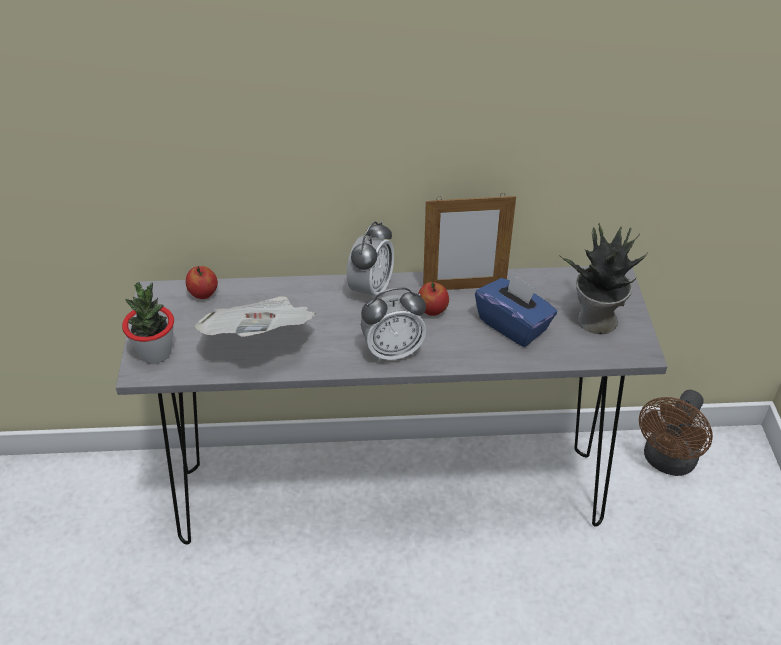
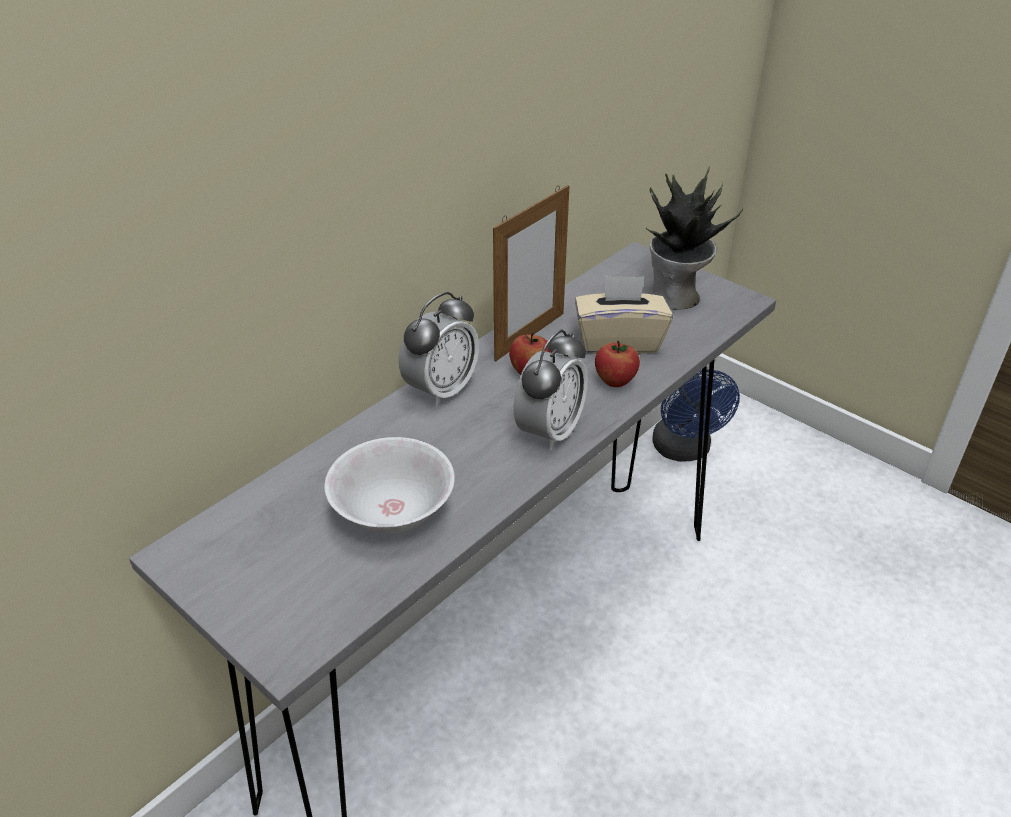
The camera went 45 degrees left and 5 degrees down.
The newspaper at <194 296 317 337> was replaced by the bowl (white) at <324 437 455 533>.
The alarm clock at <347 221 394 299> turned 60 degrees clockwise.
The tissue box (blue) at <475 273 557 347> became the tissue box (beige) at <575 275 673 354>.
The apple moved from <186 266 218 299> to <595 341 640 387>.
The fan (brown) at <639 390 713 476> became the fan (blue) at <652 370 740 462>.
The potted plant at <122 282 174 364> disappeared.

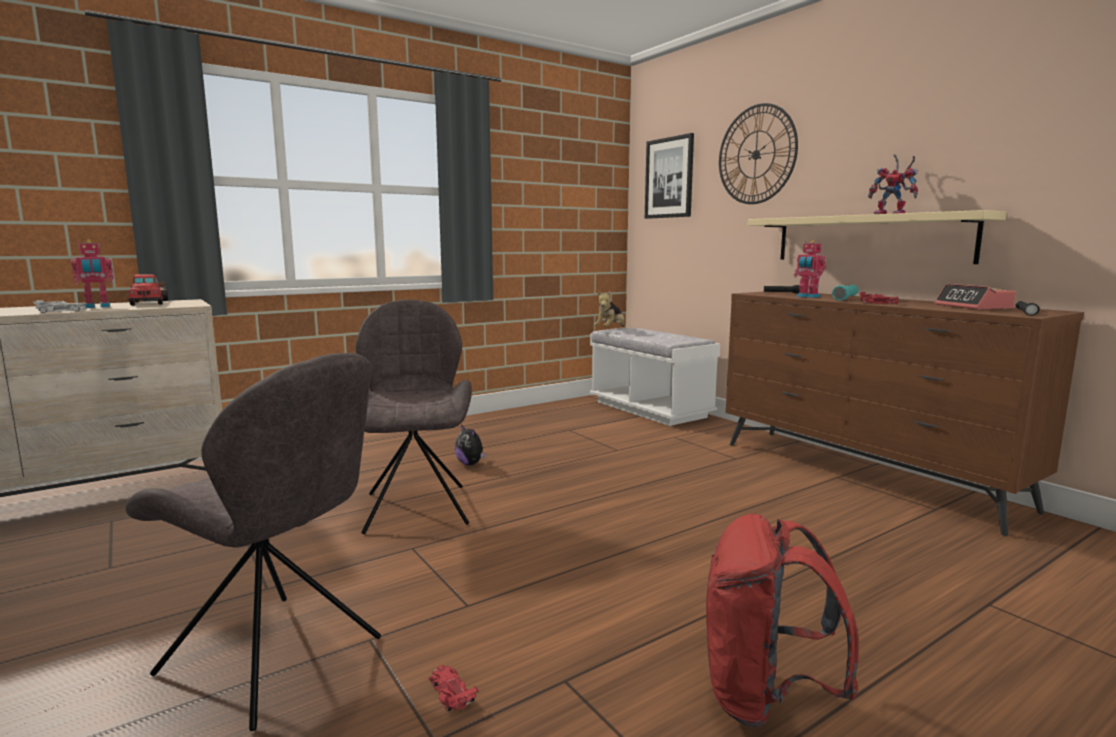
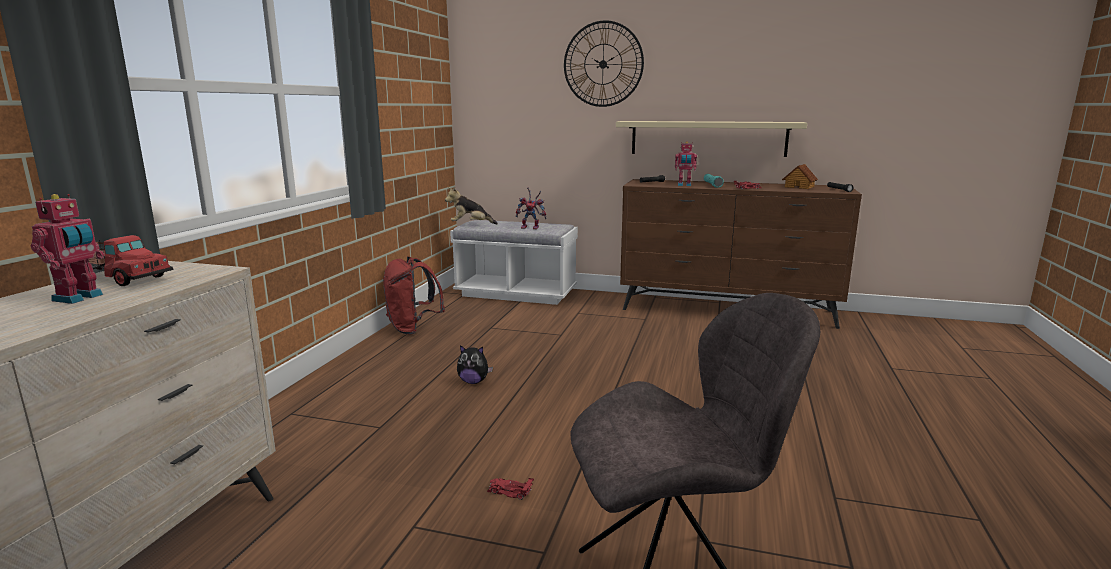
The camera went 40 degrees left and 5 degrees up.
The backpack (red) moved from <706 514 859 727> to <383 257 445 334>.
The plush toy at <594 291 624 327> turned 90 degrees clockwise.
The toy car (red) moved from <429 665 478 712> to <487 478 534 500>.
The toy robot moved from <868 154 919 214> to <516 187 546 229>.
The alarm clock at <935 284 1016 310> was replaced by the toy house at <782 164 818 189>.
The toy car (white) at <33 300 87 313> disappeared.
The chair (grey) at <356 300 472 534> disappeared.
The picture at <645 133 694 219> disappeared.

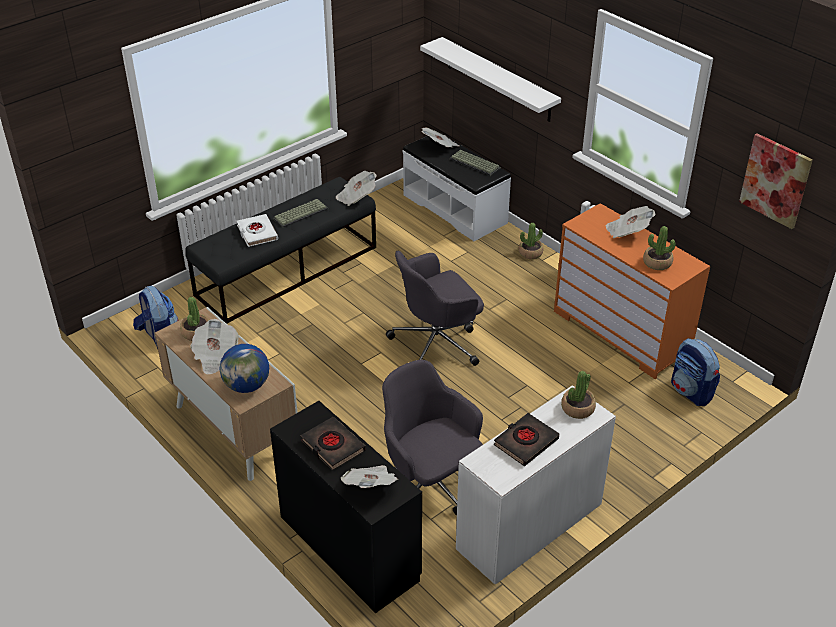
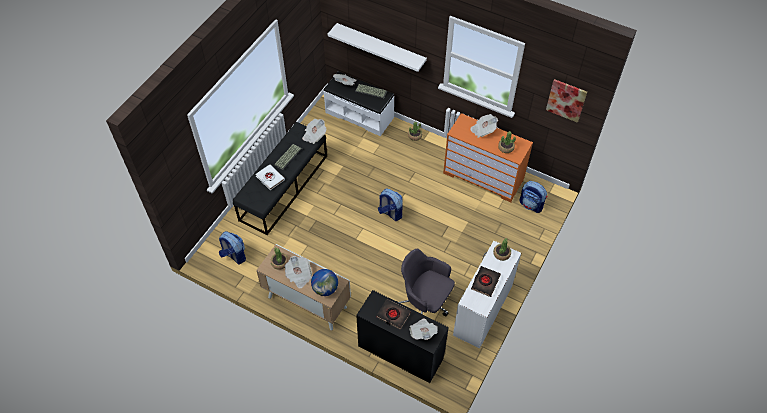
The camera went 20 degrees left and 15 degrees up.
The office chair (grey) at <386 251 484 366> was replaced by the backpack at <378 188 403 221>.

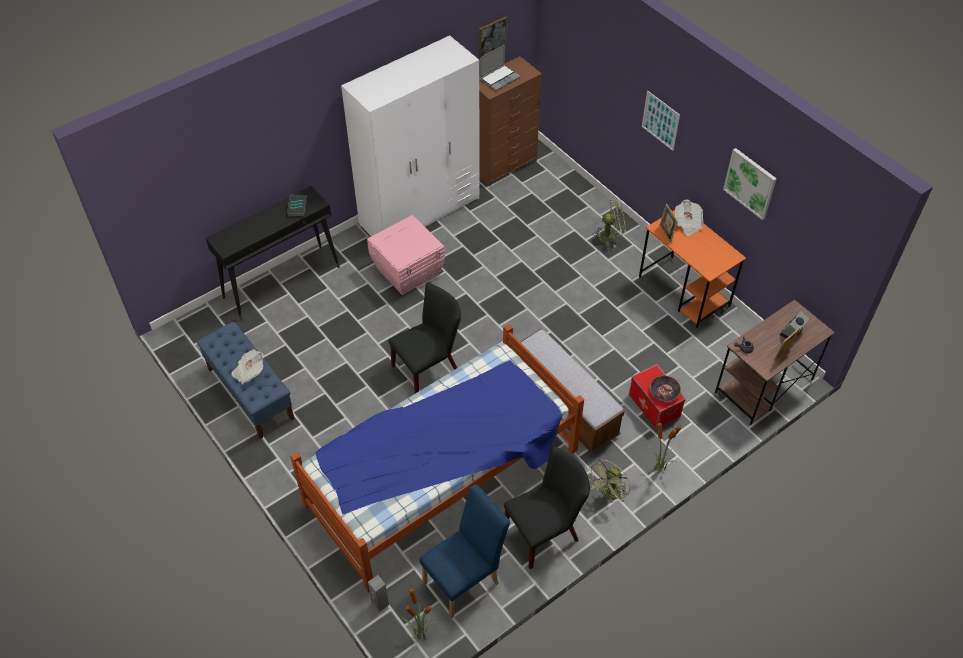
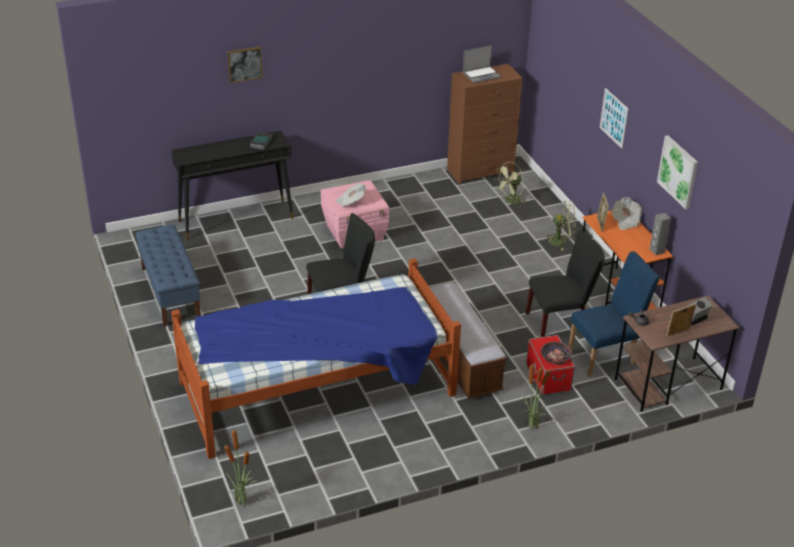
The camera went 15 degrees right and 15 degrees down.
The picture moved from <479 16 507 58> to <227 47 263 83>.
The newspaper moved from <231 349 264 385> to <336 183 367 207>.
The fan (green) moved from <589 459 630 503> to <495 162 526 207>.
The chair (black) moved from <504 446 590 569> to <526 230 605 337>.
The chair (blue) moved from <419 484 510 618> to <569 251 660 377>.
The speaker (grey) moved from <368 575 389 612> to <650 213 671 255>.
The wardrobe (white) at <341 35 480 236> disappeared.

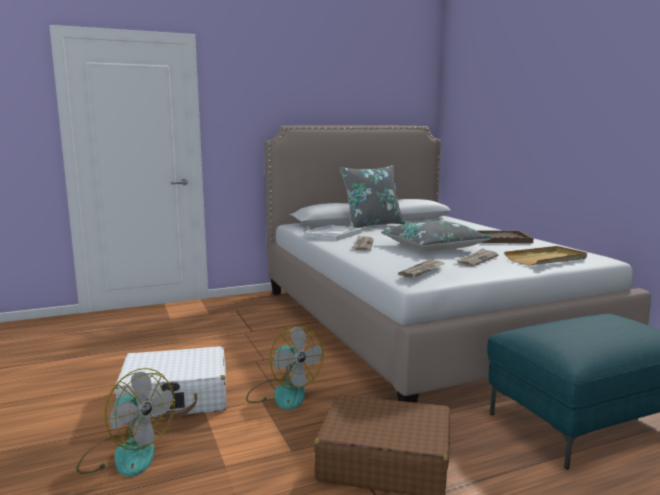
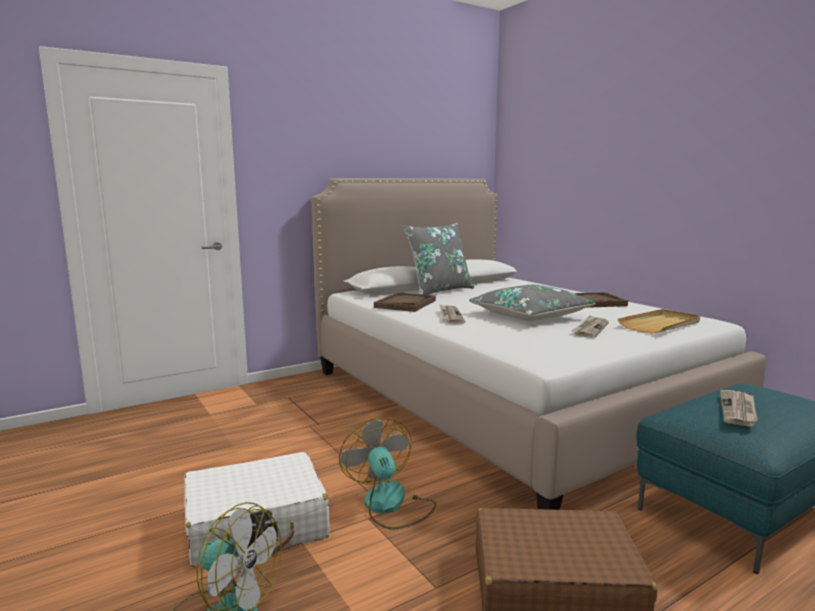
The camera went 10 degrees left and 0 degrees up.
The fan at <246 324 324 410> turned 150 degrees counterclockwise.
The tray (white) at <304 225 362 241> became the tray (brown) at <374 292 436 312>.
The newspaper moved from <398 260 445 278> to <720 390 758 427>.

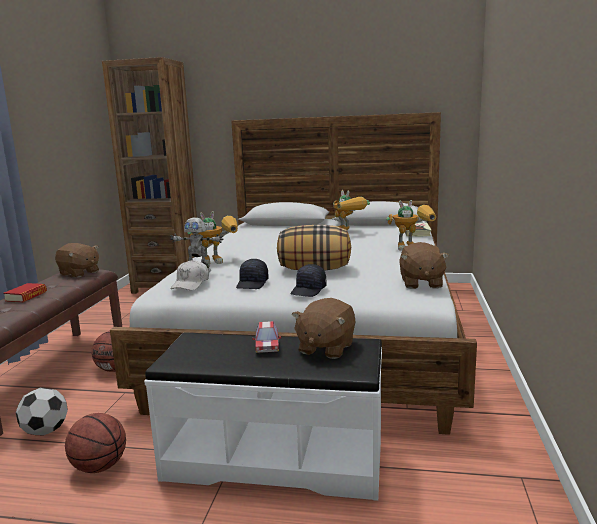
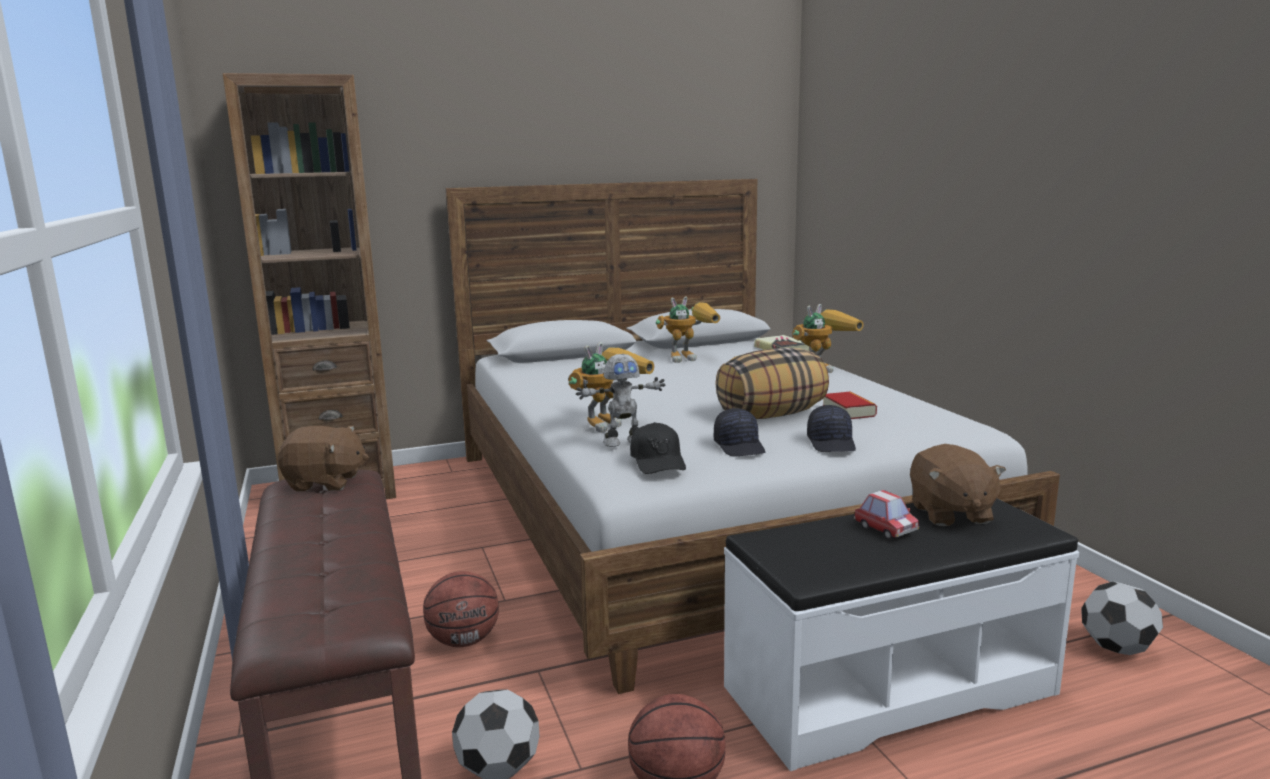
The camera went 30 degrees left and 0 degrees up.
The cap (white) at <170 260 209 290> became the cap (black) at <630 422 686 474>.
The toy robot at <333 190 370 230> turned 45 degrees counterclockwise.
The book moved from <3 283 47 303> to <823 391 877 419>.
The football at <1081 581 1163 655> appeared.
The plush toy (brown) at <400 242 449 289> disappeared.

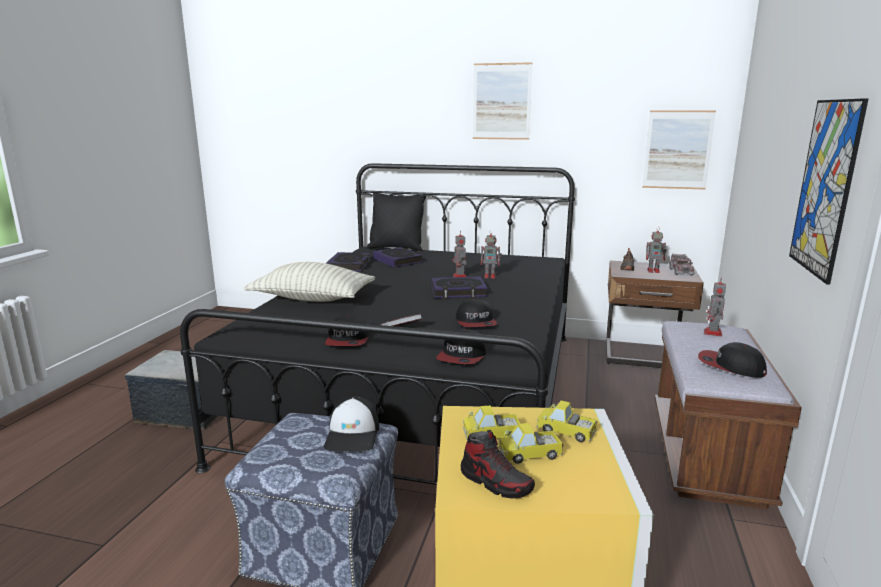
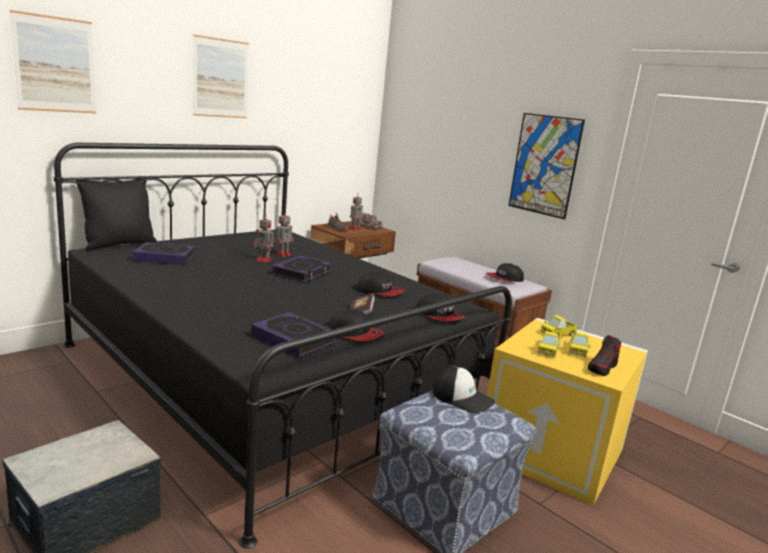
The camera went 60 degrees left and 0 degrees up.
The picture moved from <642 110 716 189> to <10 10 96 113>.
The book moved from <326 252 371 271> to <251 312 336 358>.
The shoe at <461 430 535 498> turned 150 degrees clockwise.
The pillow at <244 262 375 302> disappeared.
The toy robot at <704 277 726 337> disappeared.

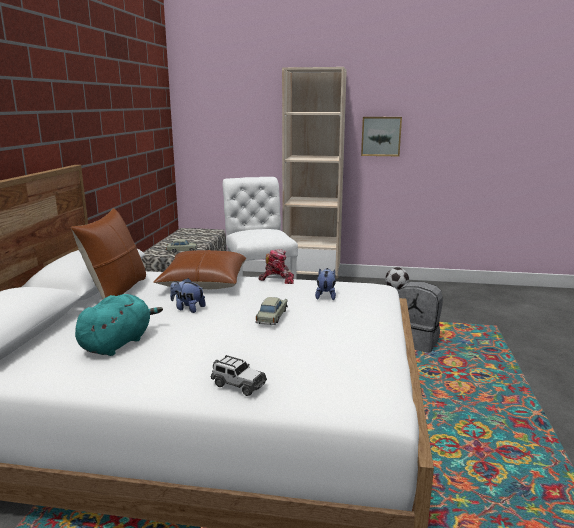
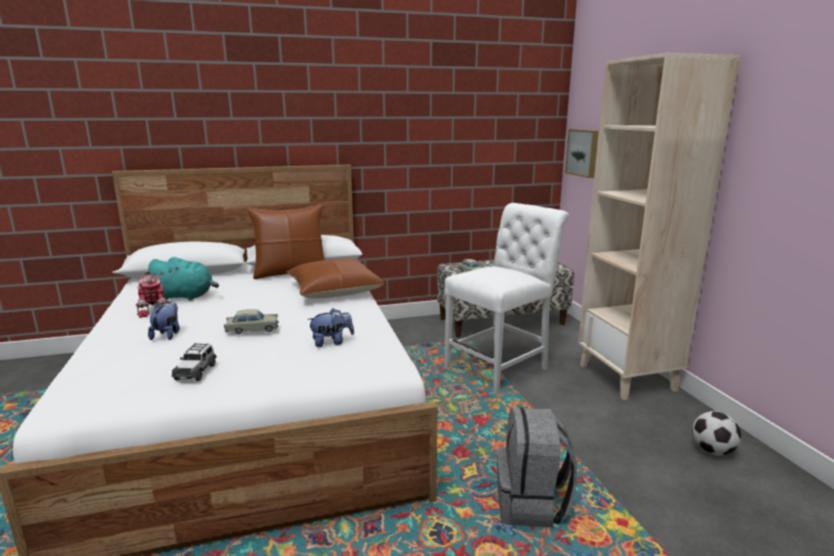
The camera went 65 degrees right and 0 degrees up.
The toy robot moved from <259 249 294 284> to <136 275 169 318>.
The plush toy moved from <170 278 206 313> to <148 301 180 340>.
The toy car moved from <211 355 267 396> to <172 343 216 381>.
The picture moved from <361 117 402 156> to <565 129 599 178>.

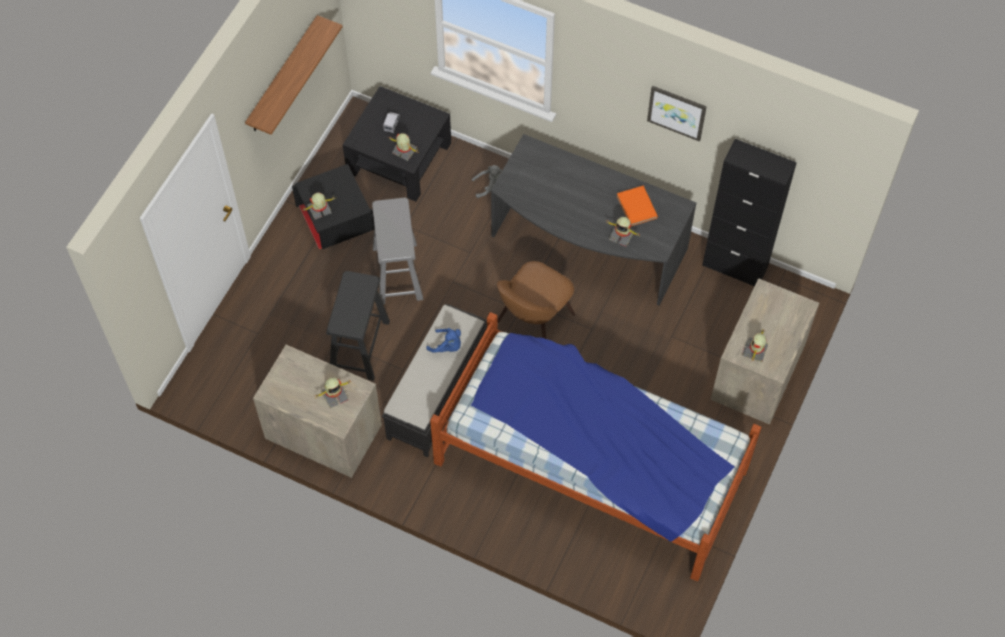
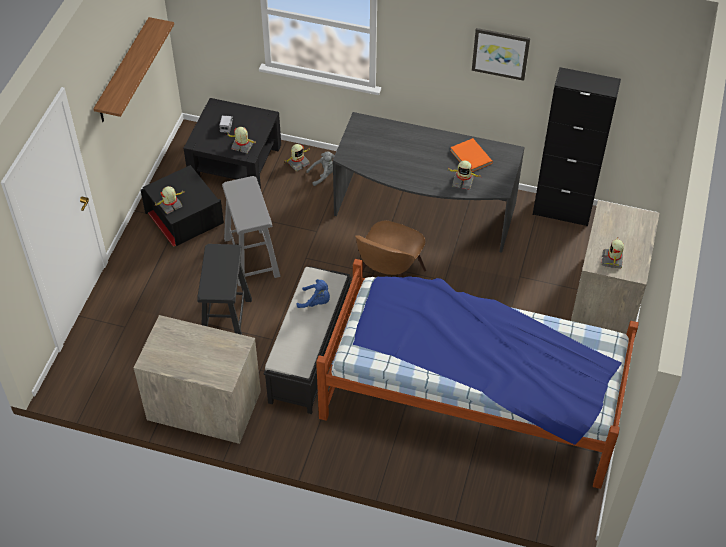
The camera went 10 degrees left and 10 degrees down.
The toy robot moved from <316 378 352 408> to <285 144 311 171>.

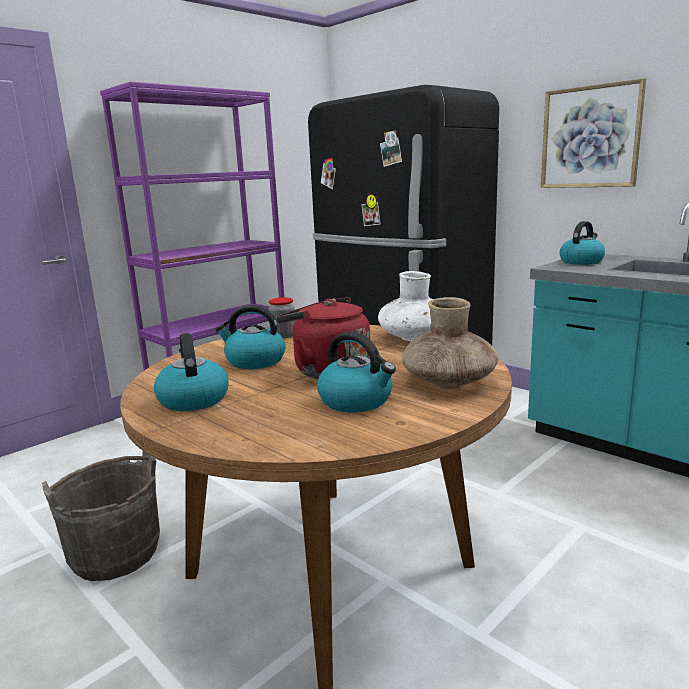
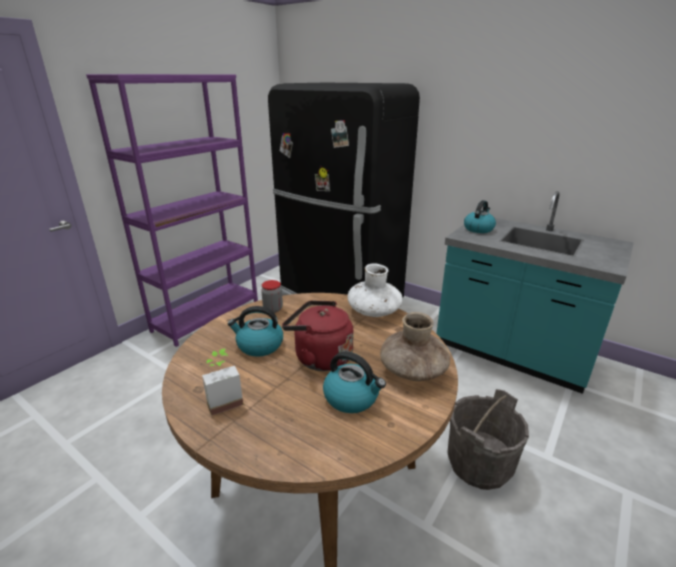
The camera went 10 degrees left and 10 degrees up.
The kettle at <154 333 229 411> was replaced by the potted plant at <202 349 243 416>.
The bucket (grey) moved from <42 451 160 581> to <447 389 529 490>.
The picture at <541 78 646 188> disappeared.

